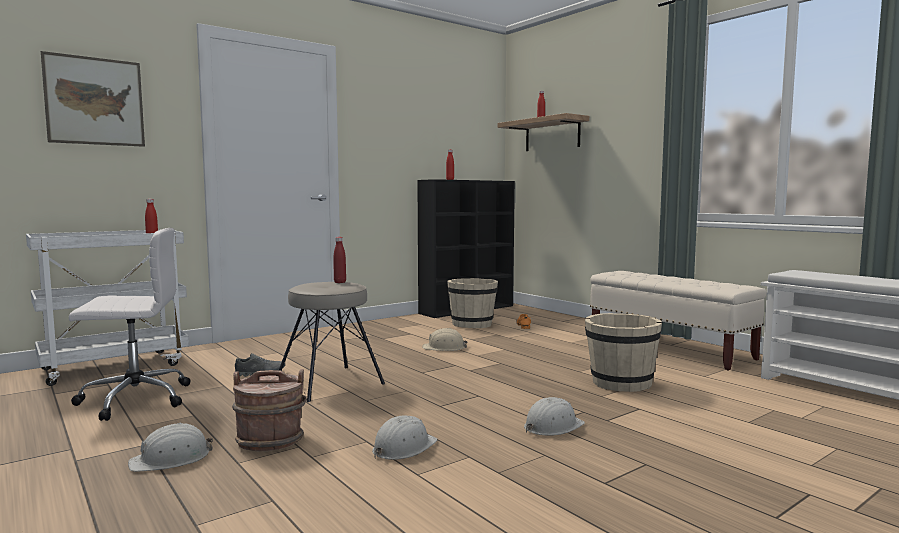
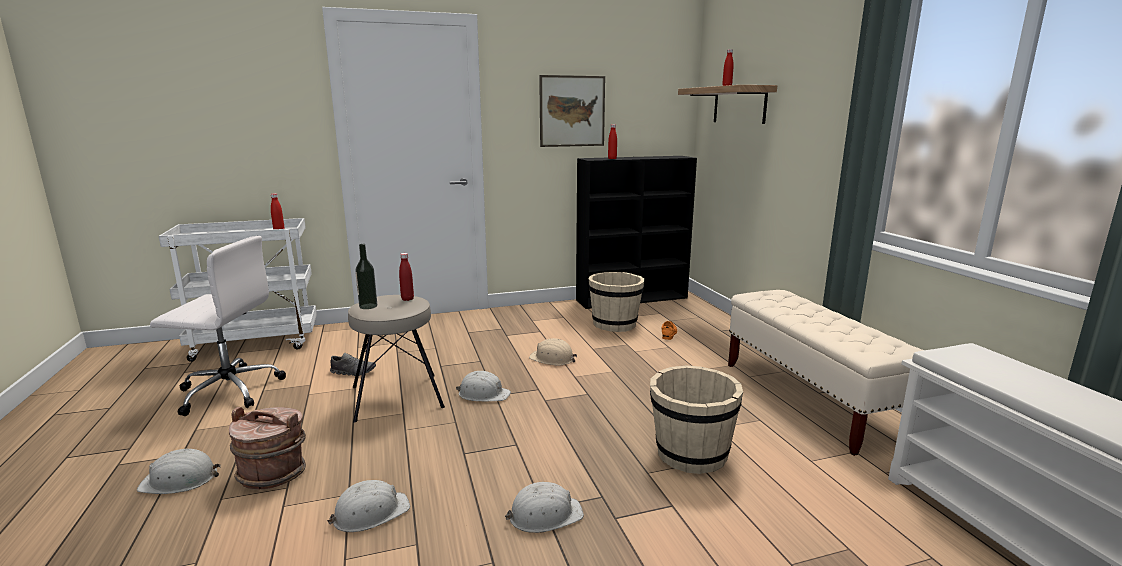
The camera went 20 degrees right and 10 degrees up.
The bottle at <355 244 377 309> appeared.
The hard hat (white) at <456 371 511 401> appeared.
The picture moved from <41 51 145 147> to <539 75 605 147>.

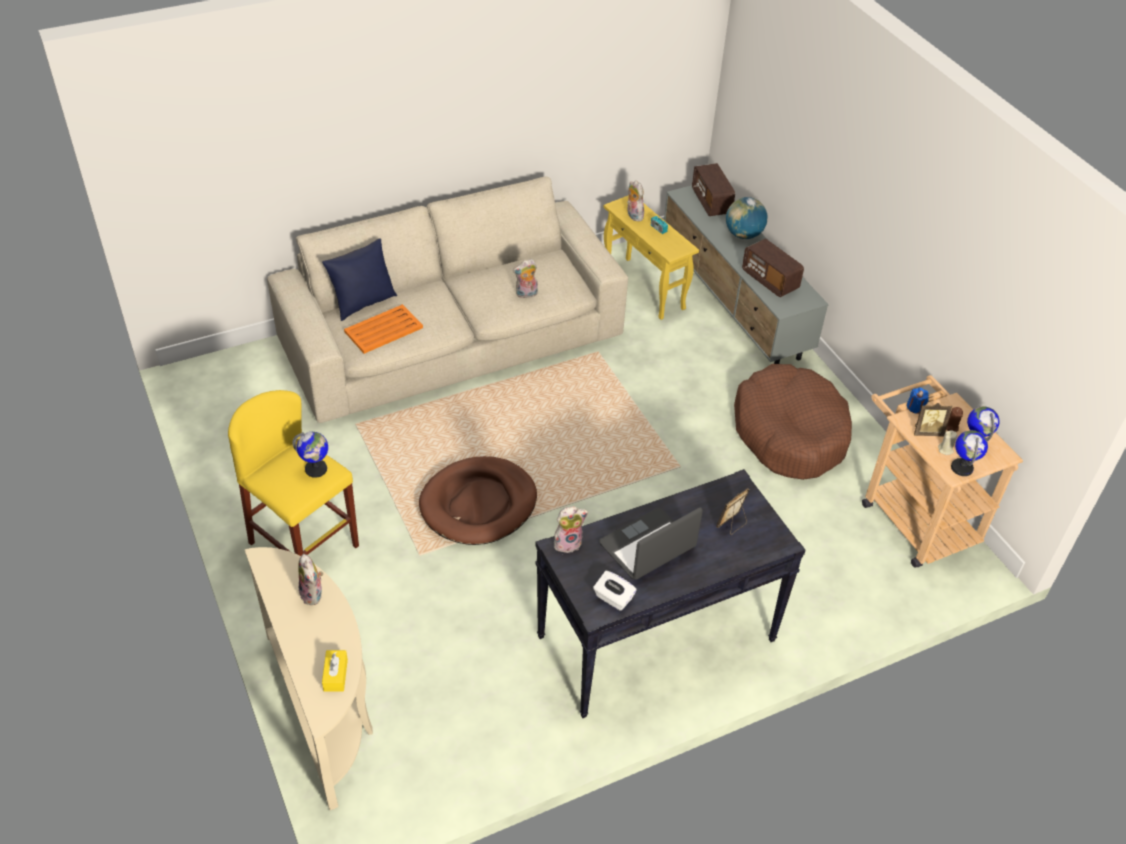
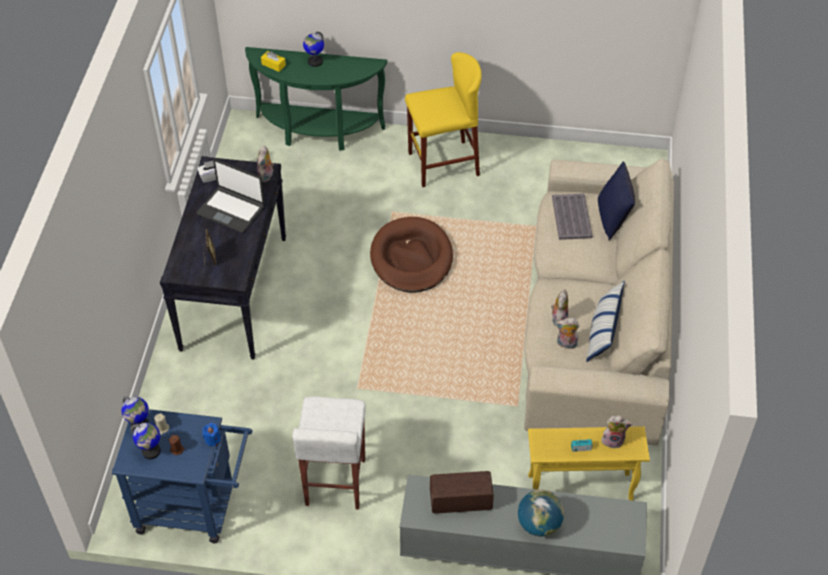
The camera went 125 degrees right and 5 degrees up.
The cart (beige) at <862 375 1023 568> became the cart (blue) at <112 409 252 543>.
The laptop at <599 507 703 580> turned 120 degrees clockwise.
The console table (beige) at <245 547 373 810> became the console table (green) at <245 47 387 151>.
The dog bed (brown) at <734 364 852 480> was replaced by the stool (white) at <293 396 366 510>.
The globe moved from <292 432 328 478> to <303 32 324 67>.
The tray (orange) at <344 304 423 354> became the tray (grey) at <552 194 592 240>.
The plush toy moved from <298 554 323 605> to <556 318 579 349>.
The pillow at <586 281 625 362> appeared.
The radio at <692 163 735 216> disappeared.
The picture frame at <914 403 952 437> disappeared.

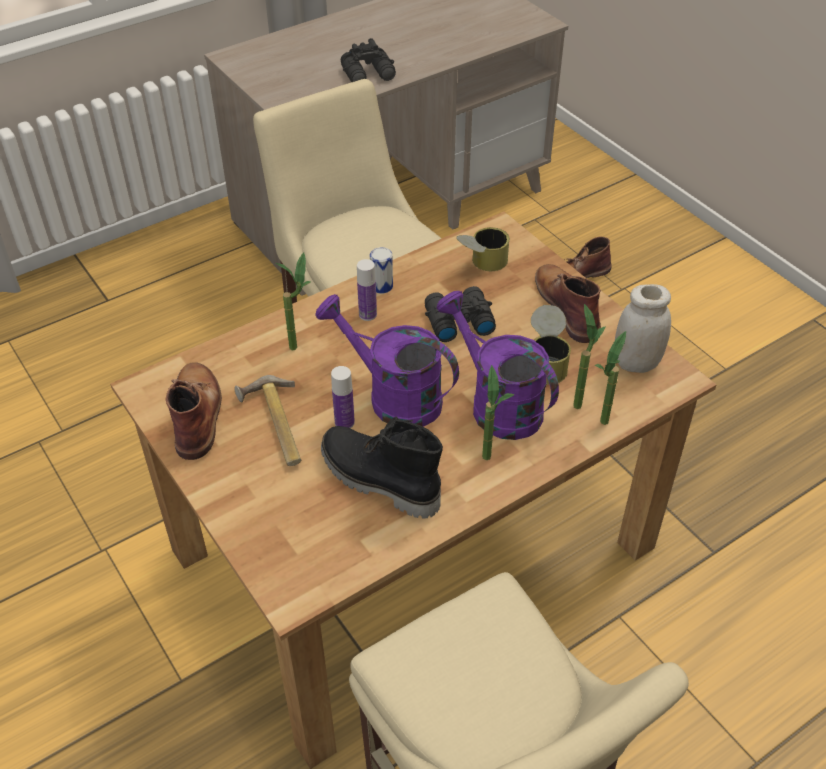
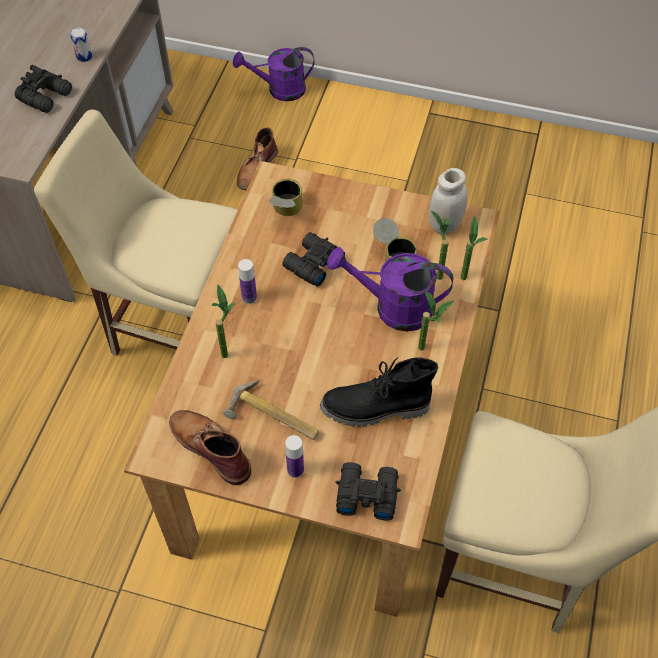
The camera went 40 degrees left and 10 degrees up.
The can moved from <370 247 393 294> to <70 28 92 62>.
The watering can (purple) moved from <315 294 459 427> to <233 47 314 101>.
The bottle moved from <331 366 355 428> to <285 435 304 478>.
The binoculars (black) at <335 462 401 520> appeared.
The boot (brown) at <535 264 601 343> disappeared.

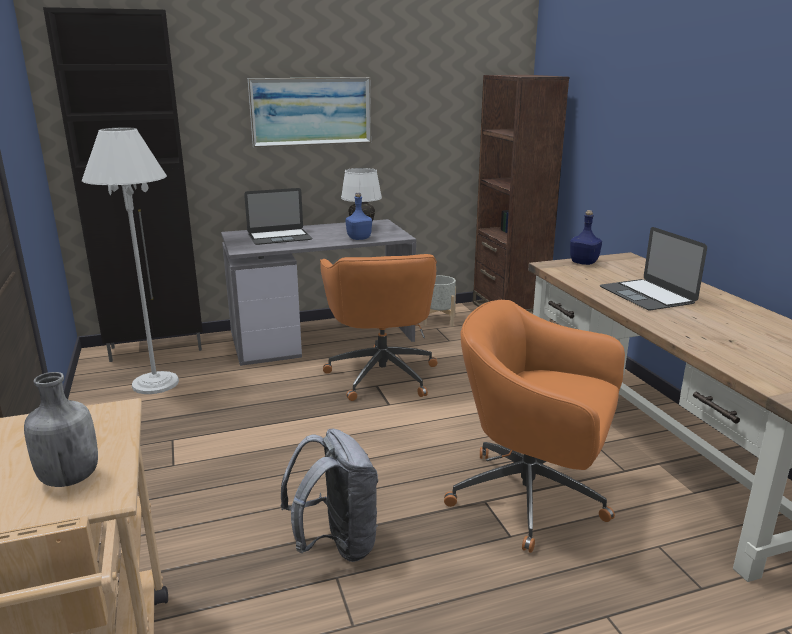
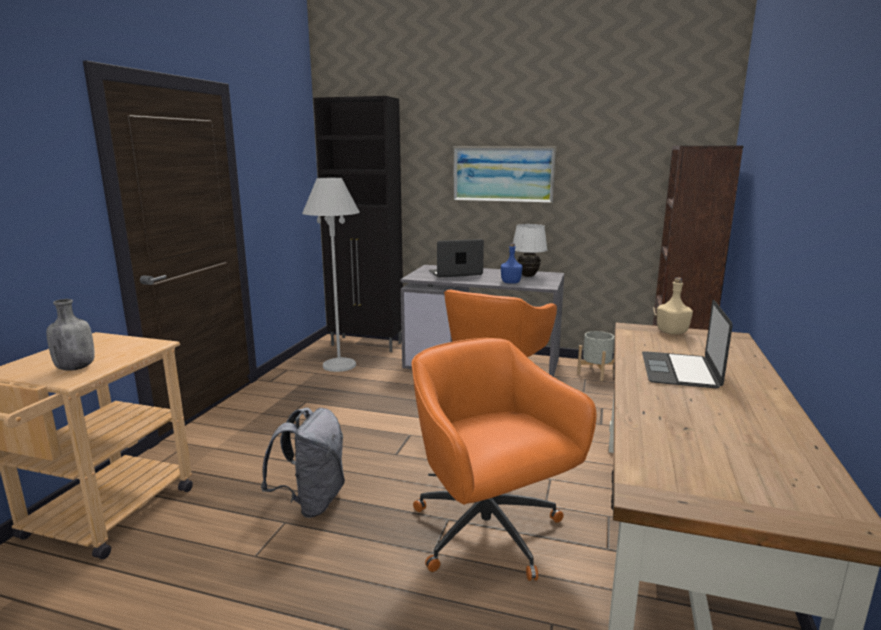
The camera went 35 degrees right and 5 degrees down.
The laptop at <244 188 312 245> turned 150 degrees clockwise.
The bottle (blue) at <570 210 602 265> became the bottle (beige) at <657 277 693 334>.

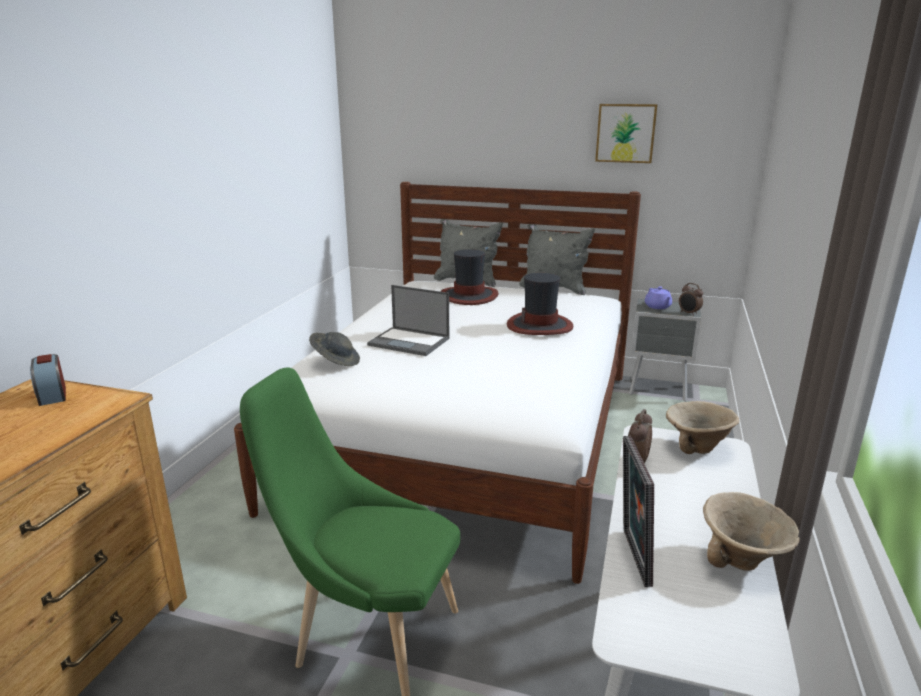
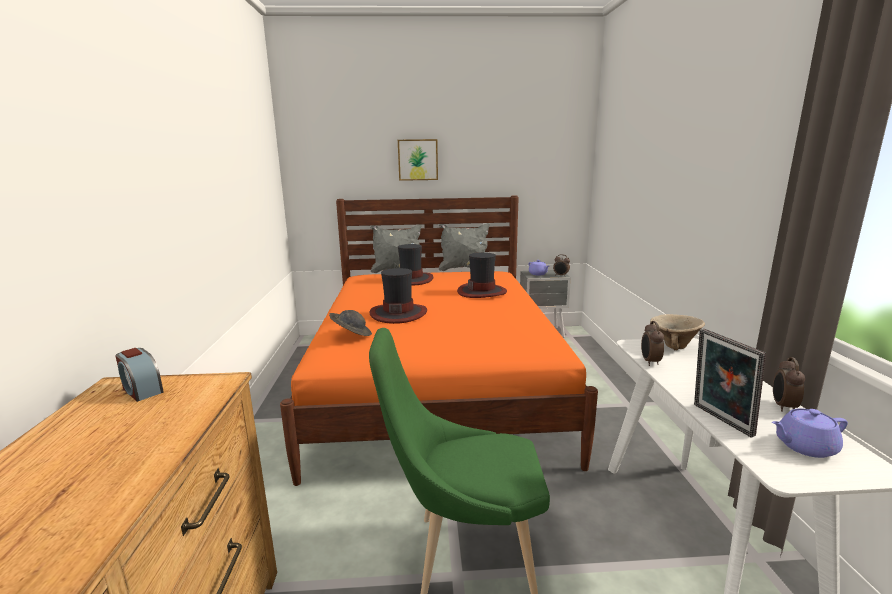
The camera went 20 degrees left and 5 degrees down.
The bed (white) at <234 182 641 584> became the bed (orange) at <280 195 598 486>.
The laptop at <367 285 449 356> was replaced by the hat at <369 268 427 324>.
The picture moved from <595 104 658 163> to <398 139 438 181>.
The teapot (purple) at <772 408 848 458> appeared.
The bowl (beige) at <703 492 800 571> was replaced by the alarm clock at <773 357 805 412>.

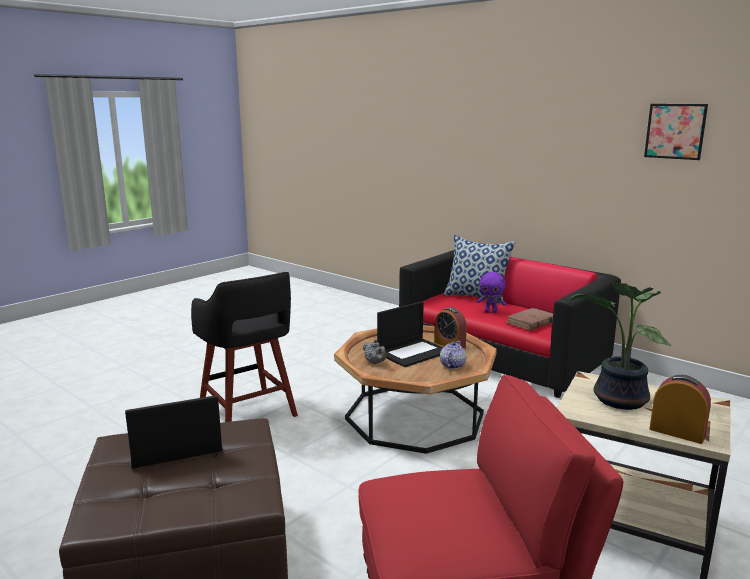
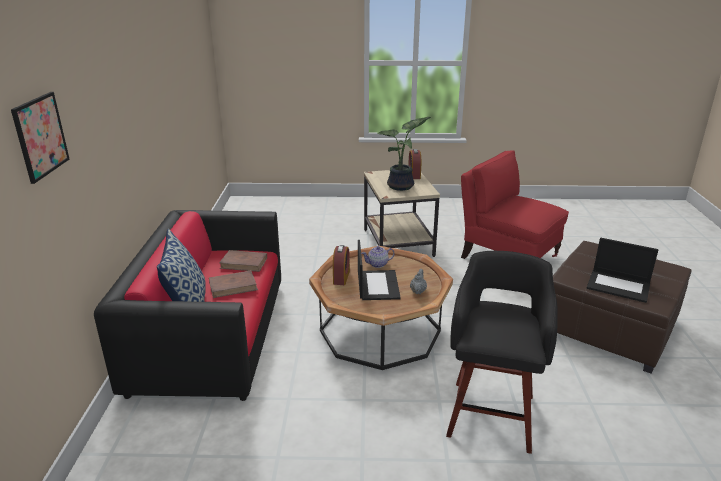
The camera went 130 degrees left and 10 degrees up.
The picture moved from <644 104 708 160> to <11 92 69 184>.
The plush toy (purple) at <477 272 506 313> was replaced by the book (brown) at <209 271 258 298>.
The laptop at <377 301 443 367> turned 75 degrees clockwise.

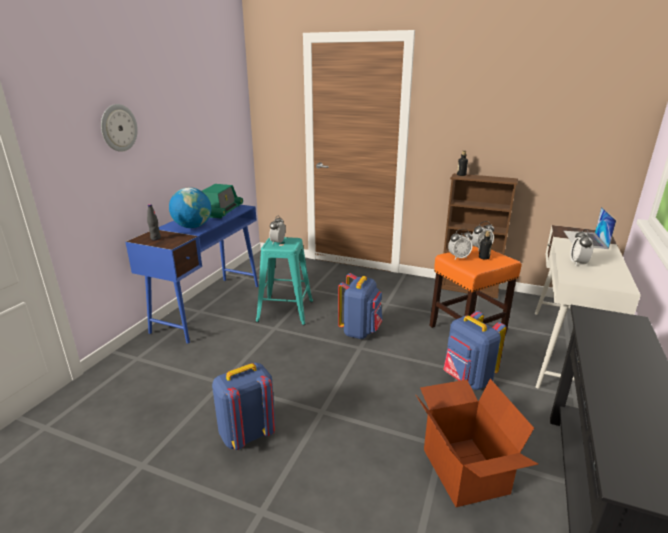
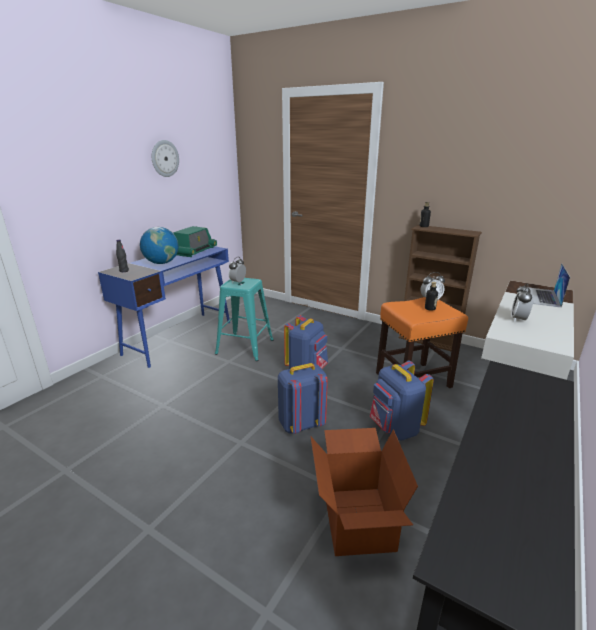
The camera went 10 degrees right and 0 degrees up.
The wall clock moved from <101 104 138 152> to <152 140 179 177>.
The backpack (blue) moved from <212 363 275 450> to <278 363 328 434>.
The alarm clock at <448 229 473 259> disappeared.

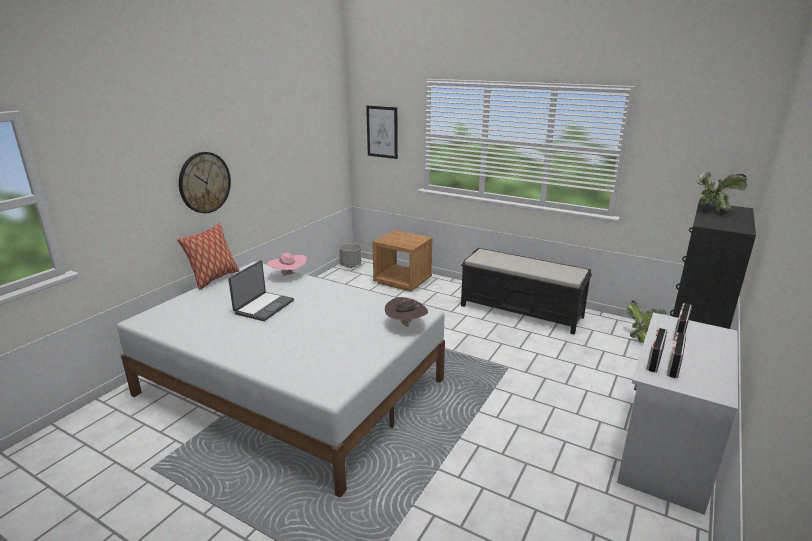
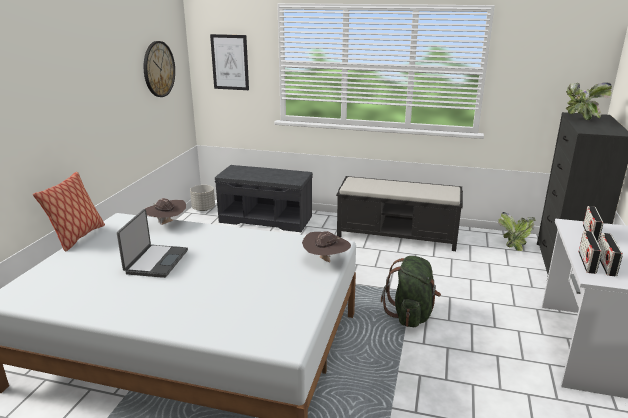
The camera went 15 degrees left and 0 degrees up.
The wall clock moved from <179 152 231 213> to <144 41 175 97>.
The hat (pink) at <267 253 306 276> became the hat (brown) at <145 198 186 225>.
The nightstand (brown) at <372 230 433 292> was replaced by the bench (grey) at <215 165 313 232>.
The backpack (green) at <381 256 441 327> appeared.

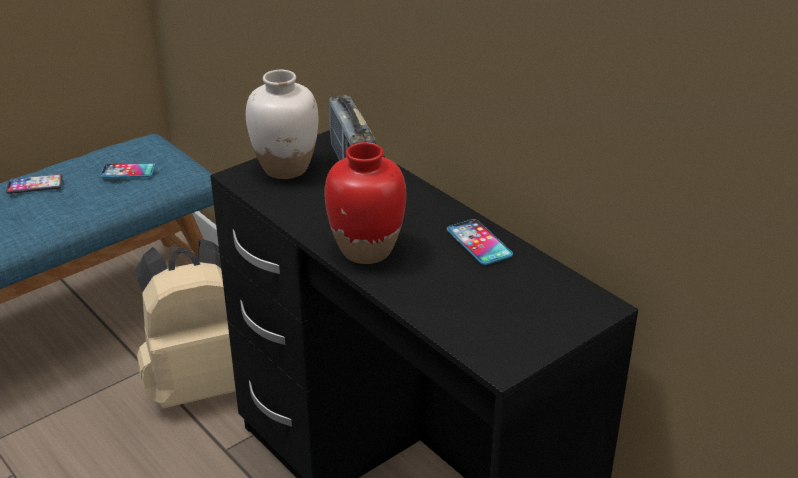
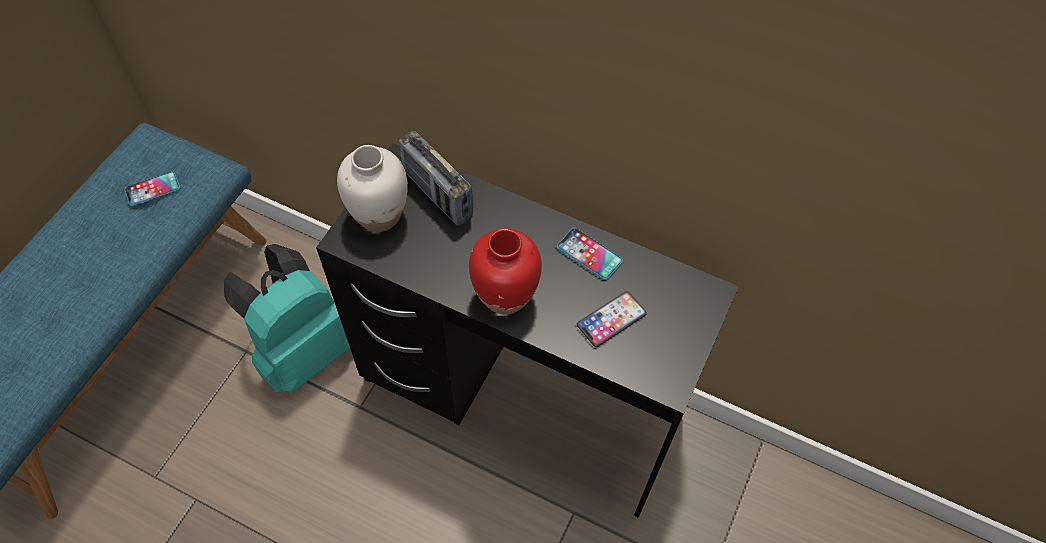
The camera went 25 degrees left and 25 degrees up.
The backpack (beige) at <135 238 236 408> became the backpack (turquoise) at <224 244 350 393>.
The phone moved from <6 174 62 194> to <577 291 647 347>.

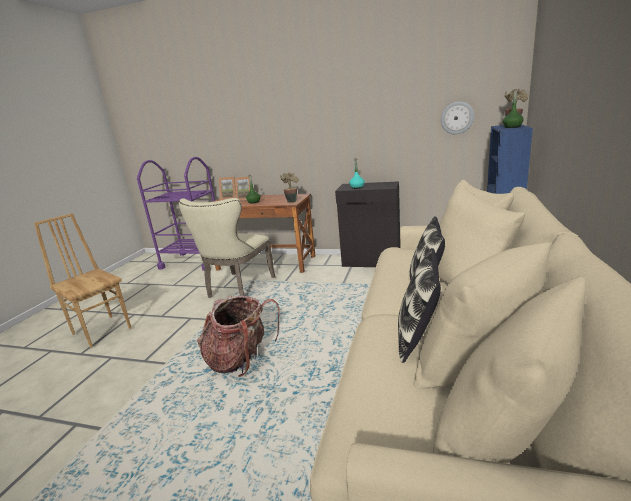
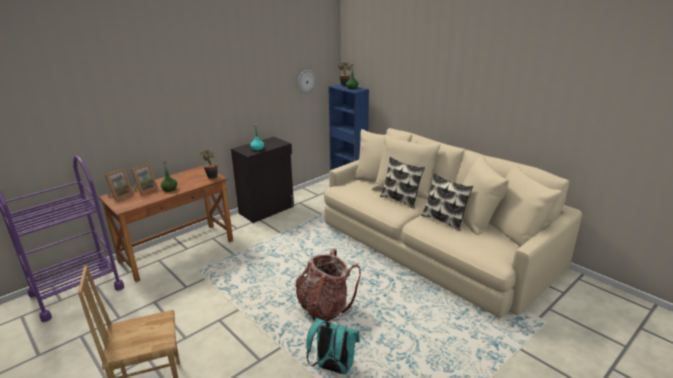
The camera went 60 degrees left and 5 degrees up.
The backpack (turquoise) at <306 318 360 374> appeared.
The chair (beige) at <179 198 275 298> disappeared.

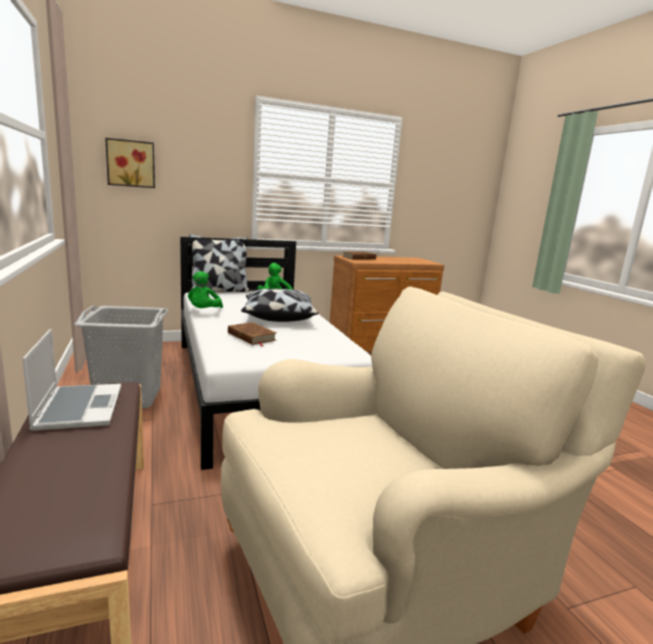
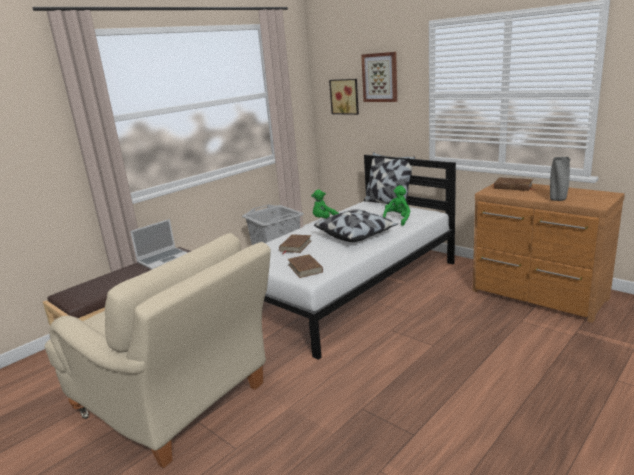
The camera went 65 degrees right and 5 degrees up.
The book (brown) at <288 254 323 278> appeared.
The picture at <361 52 397 102> appeared.
The vase (grey) at <550 157 570 201> appeared.

